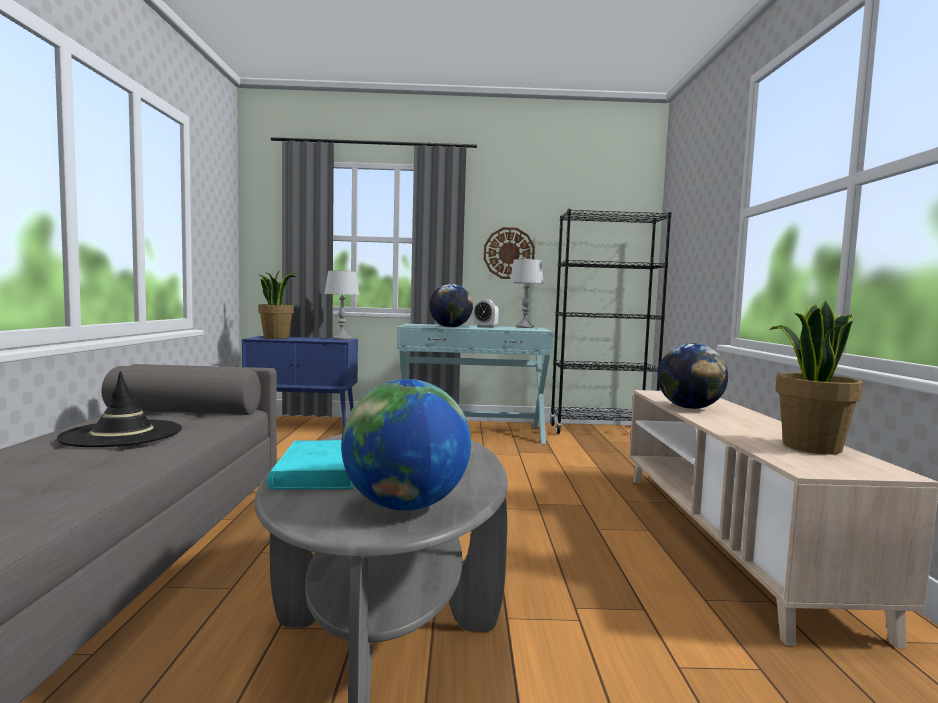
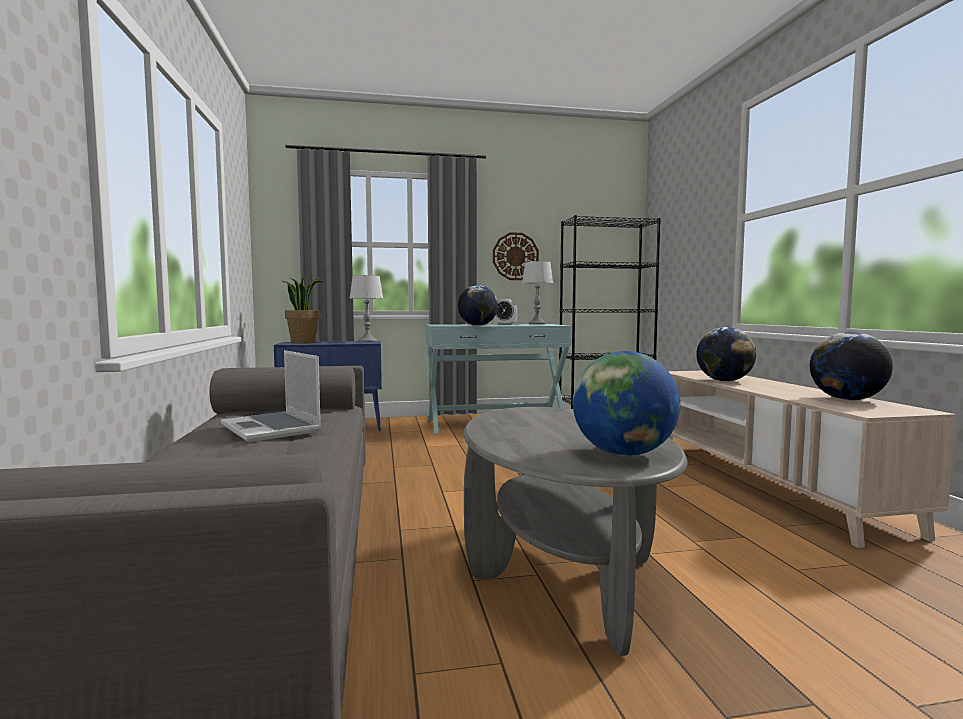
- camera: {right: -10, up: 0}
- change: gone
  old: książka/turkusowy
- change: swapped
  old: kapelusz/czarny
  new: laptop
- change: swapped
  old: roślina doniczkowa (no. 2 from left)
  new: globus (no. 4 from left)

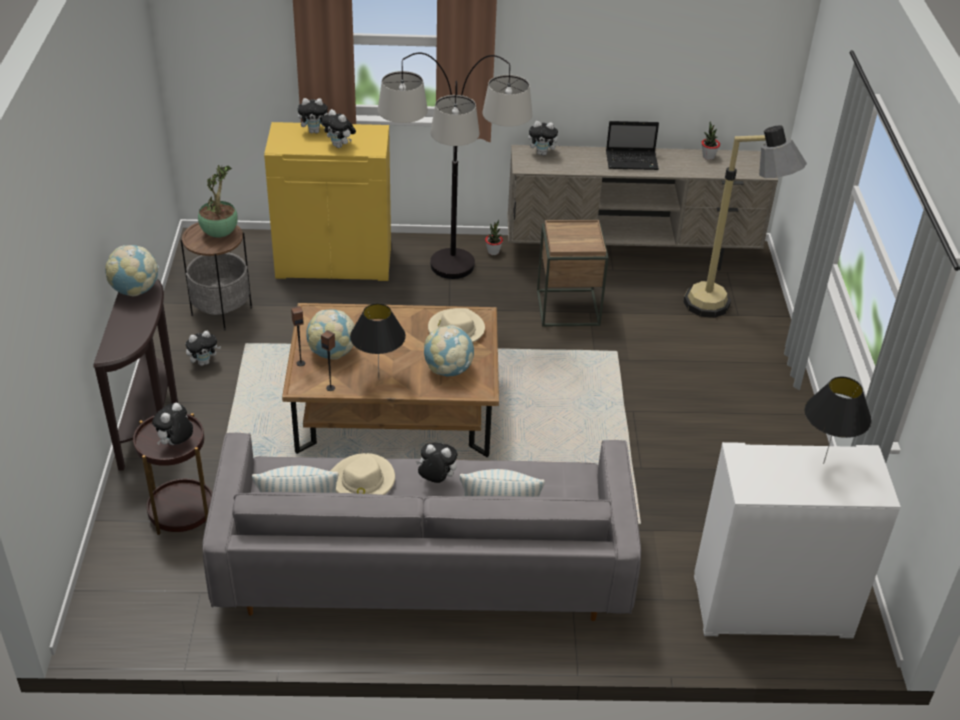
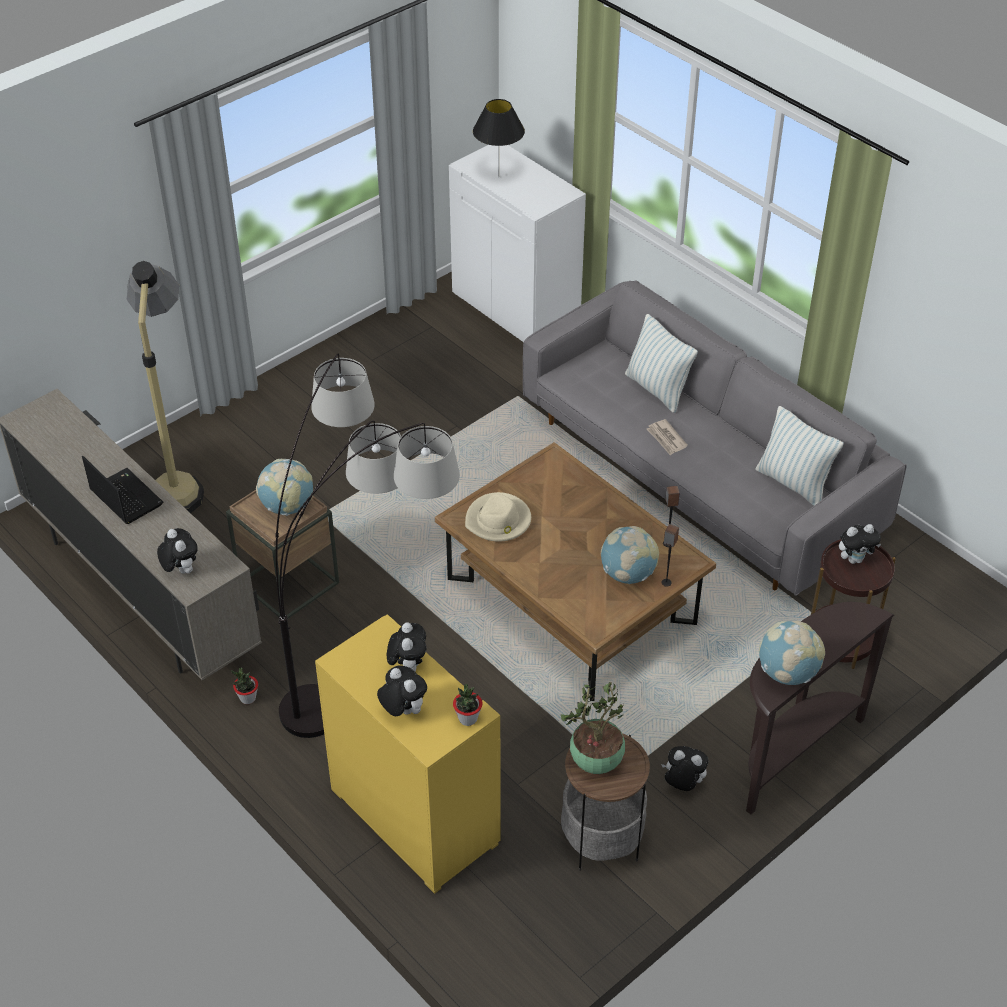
- camera: {right: -130, up: 5}
- change: gone
  old: kapelusz/beżowy (no. 1 from left)
- change: gone
  old: lampa stołowa/czarny (no. 1 from left)
- change: shifted
  old: globus (no. 3 from left in the first image)
  new: globus (no. 1 from left)
- change: shifted
  old: roślina doniczkowa (no. 3 from left in the first image)
  new: roślina doniczkowa (no. 2 from left)
- change: swapped
  old: pluszak (no. 5 from left)
  new: gazeta

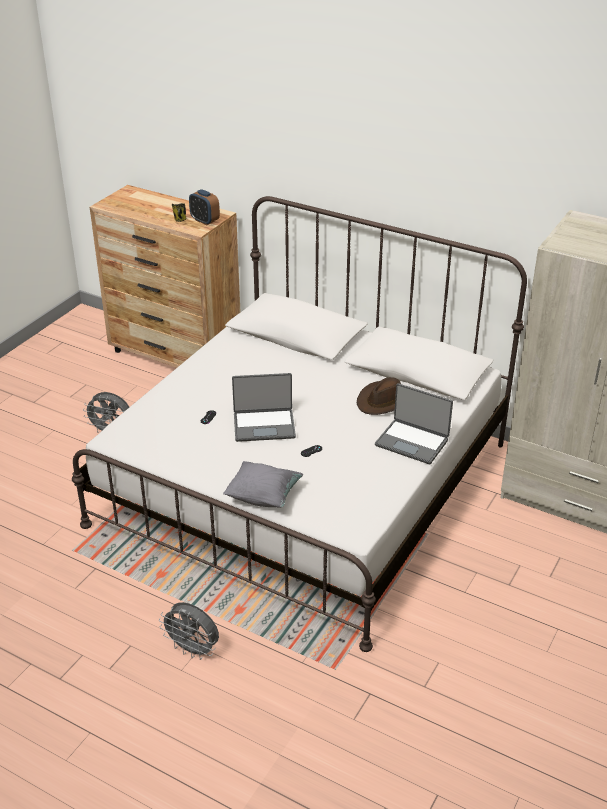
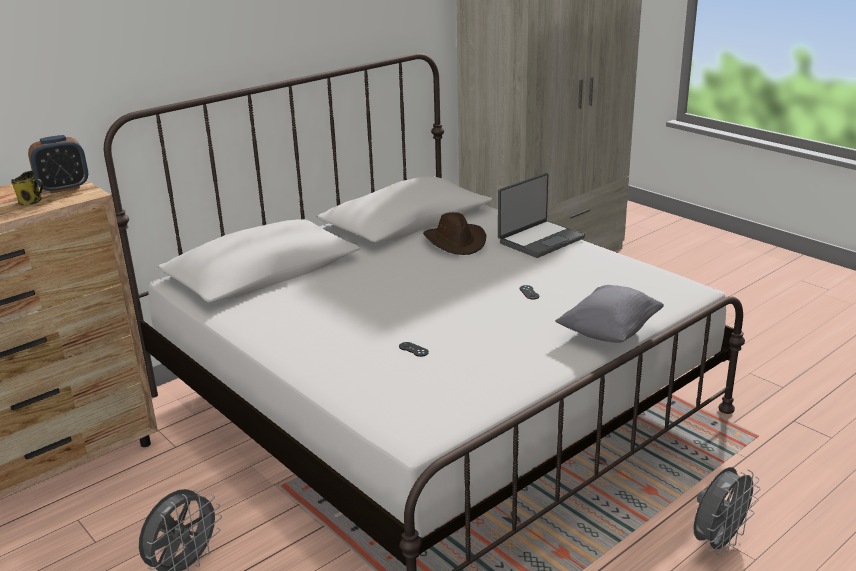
- camera: {right: -70, up: -10}
- change: gone
  old: laptop (no. 1 from left)

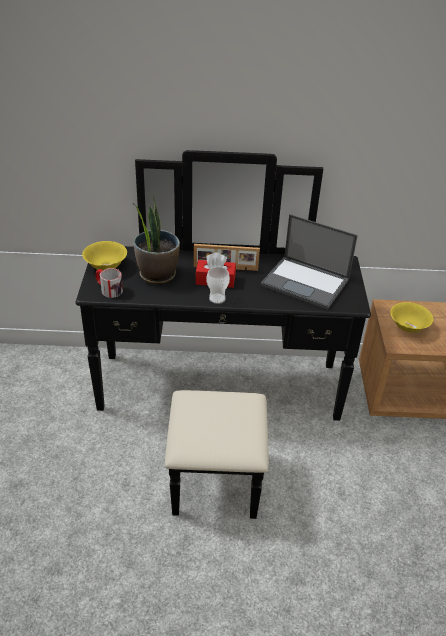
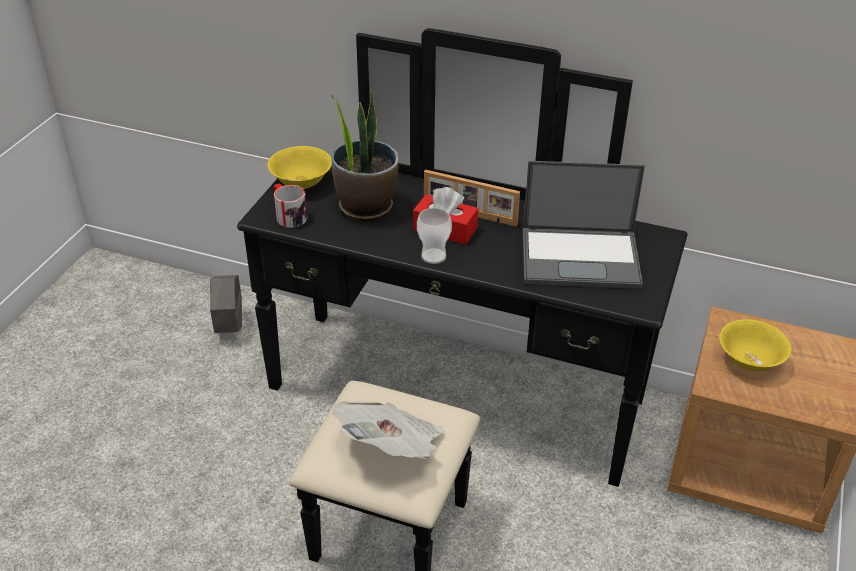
- camera: {right: 20, up: 0}
- change: new
  new: donica/szary
- change: new
  new: gazeta
- change: rotated
  old: laptop
  degrees: -45

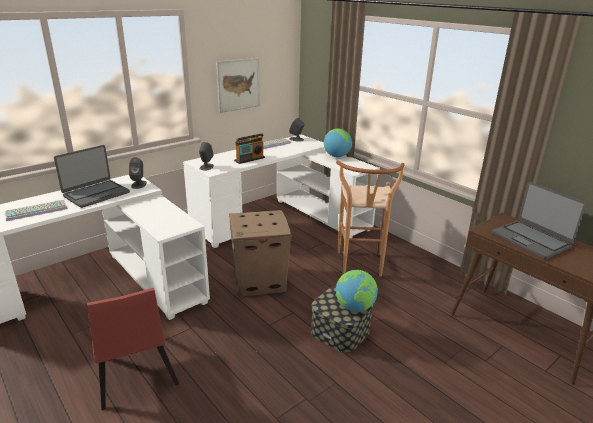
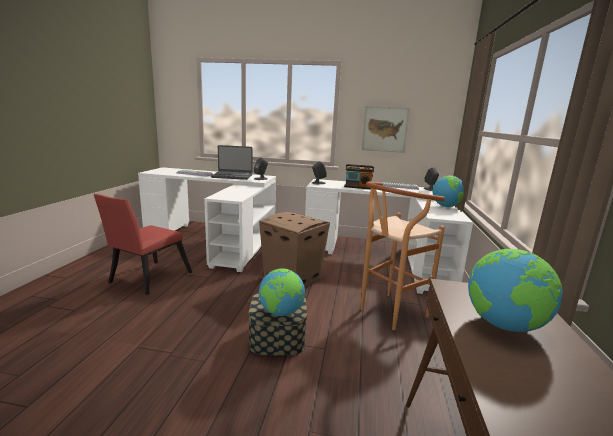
- camera: {right: 50, up: -10}
- change: swapped
  old: laptop (no. 2 from left)
  new: globus (no. 3 from left)

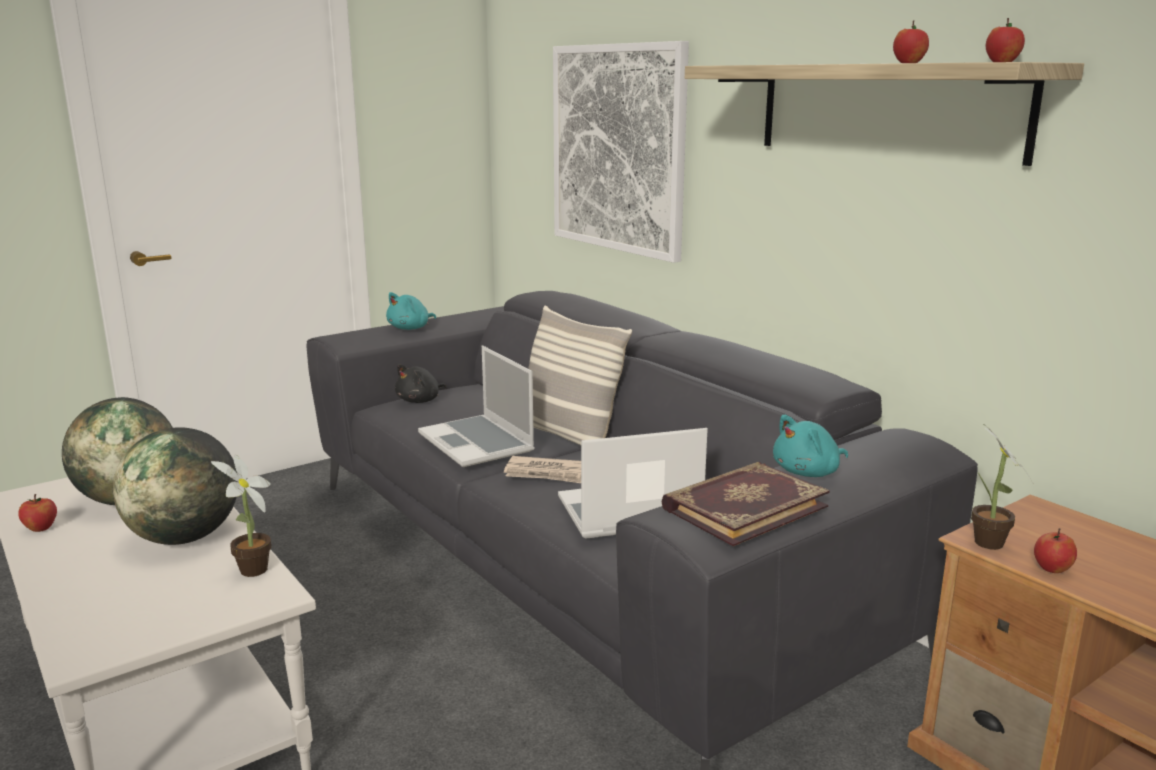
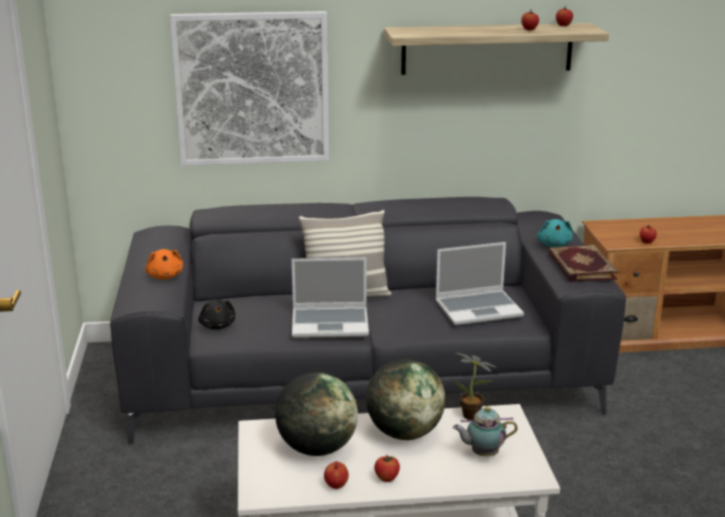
- camera: {right: -60, up: 5}
- change: gone
  old: gazeta
- change: gone
  old: roślina doniczkowa (no. 2 from left)
- change: new
  new: jabłko (no. 2 from left)
- change: new
  new: imbryk
- change: repainted
  old: pluszak/turkusowy (no. 1 from left)
  new: pluszak/pomarańczowy
- change: rotated
  old: laptop (no. 2 from left)
  degrees: -120

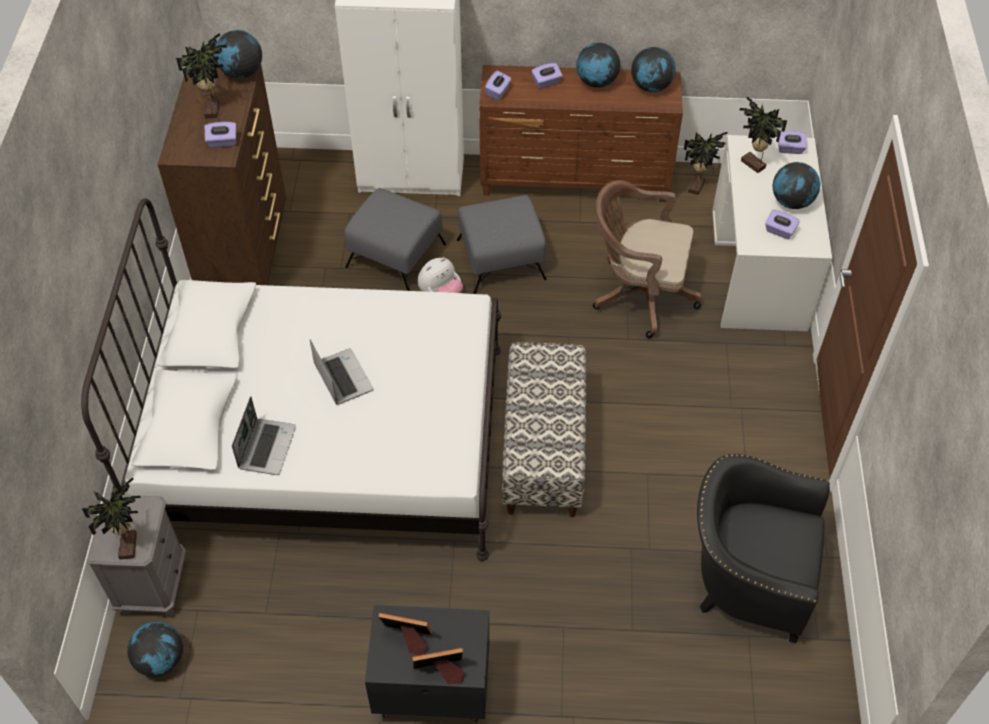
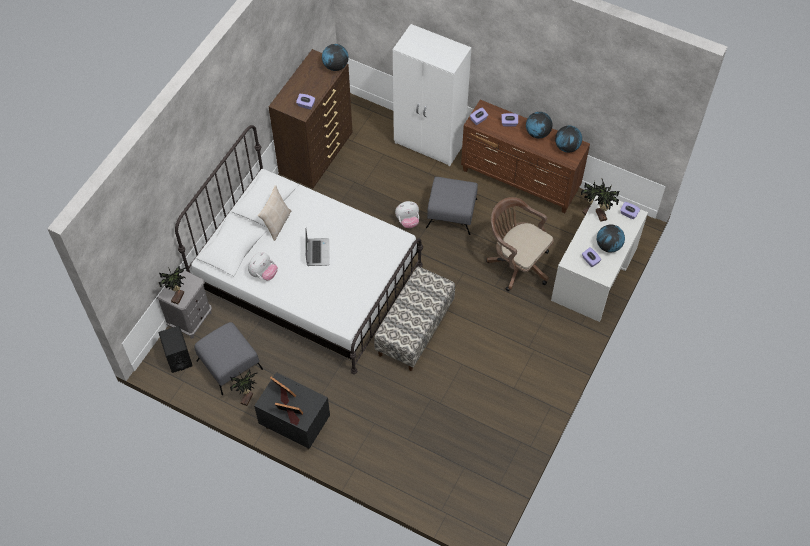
- camera: {right: 25, up: 5}
- change: gone
  old: fotel/czarny
- change: new
  new: poduszka/beżowy
- change: shifted
  old: roślina doniczkowa (no. 2 from left)
- change: shifted
  old: pufa/szary (no. 1 from left)
- change: swapped
  old: globus (no. 1 from left)
  new: głośnik/czarny
- change: swapped
  old: laptop (no. 1 from left)
  new: pluszak (no. 1 from left)

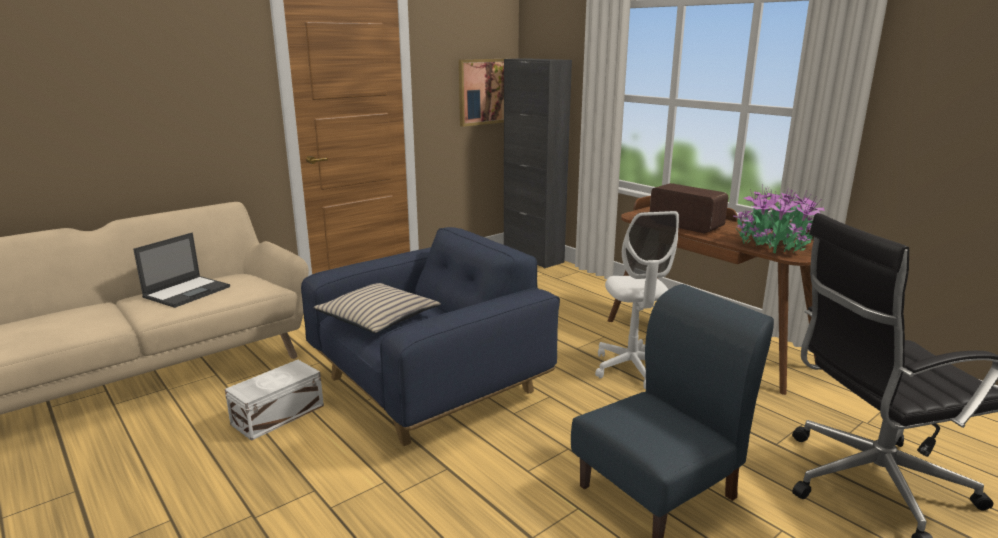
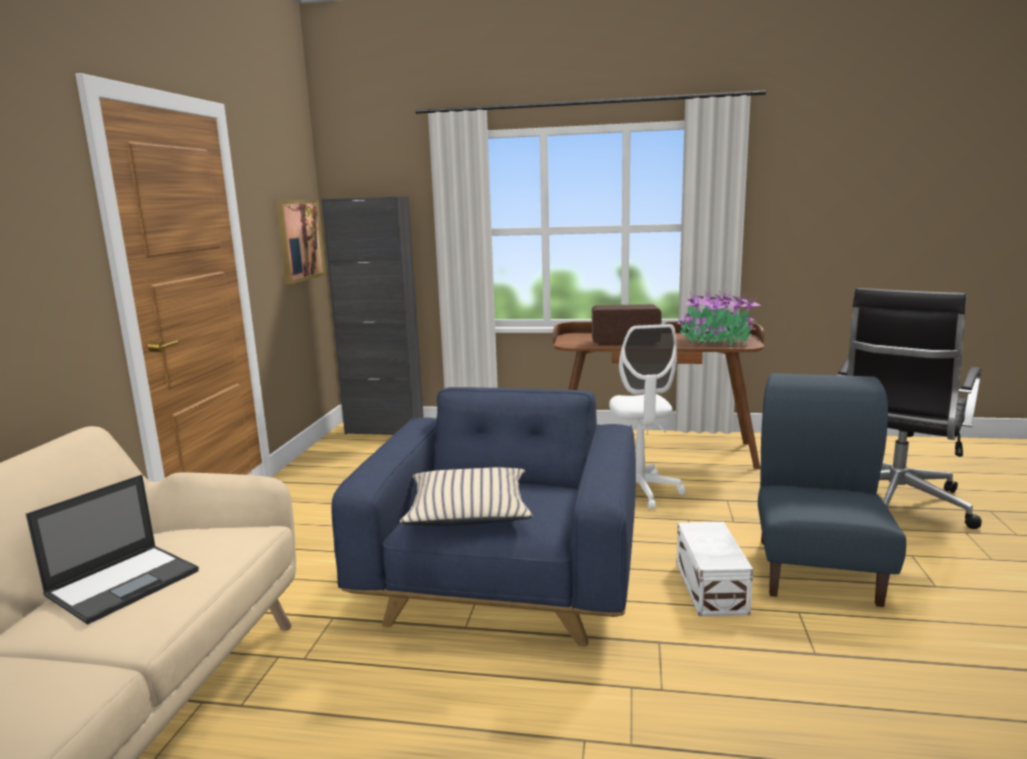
- camera: {right: -40, up: -5}
- change: shifted
  old: pojemnik do przechowywania/biały
- change: rotated
  old: laptop
  degrees: 45
- change: rotated
  old: krzesło biurowe/biały
  degrees: 45

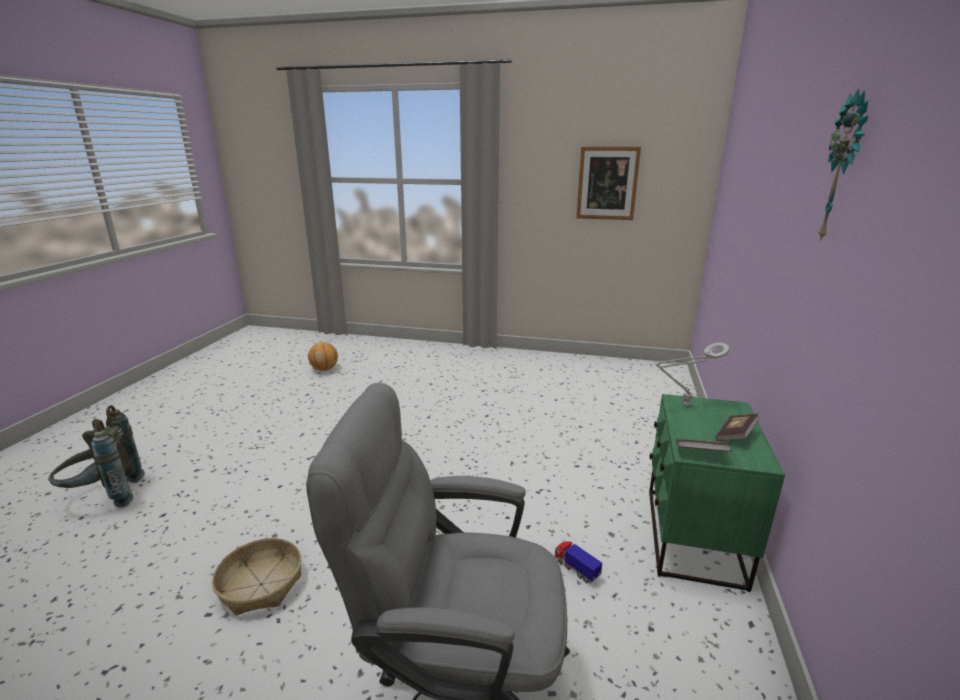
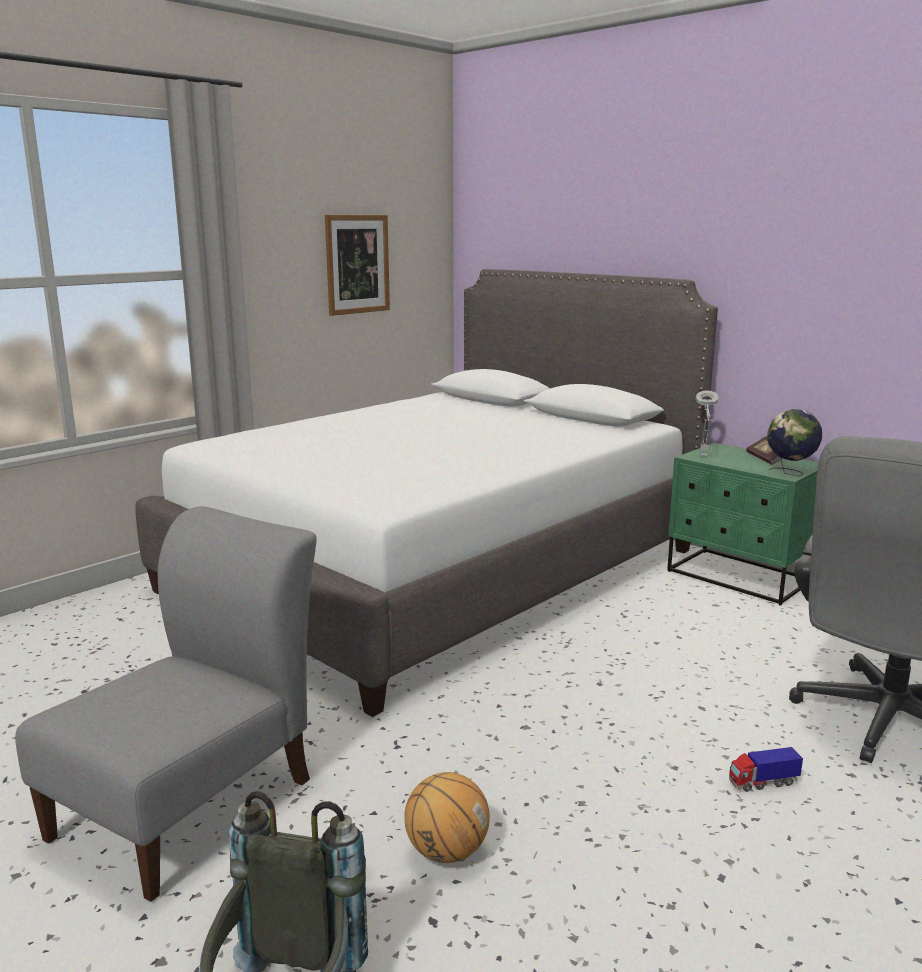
- camera: {right: -60, up: -5}
- change: gone
  old: koszyk
- change: gone
  old: zegar ścienny
- change: new
  new: krzesło/szary
- change: new
  new: łóżko/biały
- change: shifted
  old: piłka do koszykówki
- change: shifted
  old: ciężarówka zabawkowa
- change: swapped
  old: książka (no. 1 from left)
  new: globus

